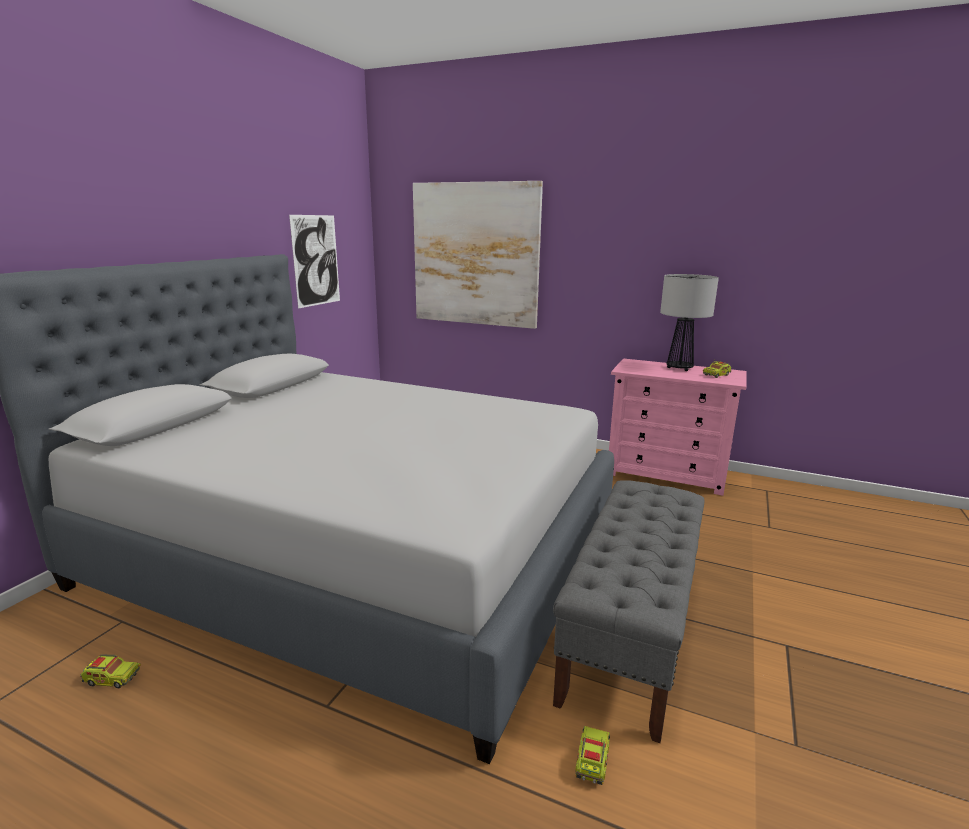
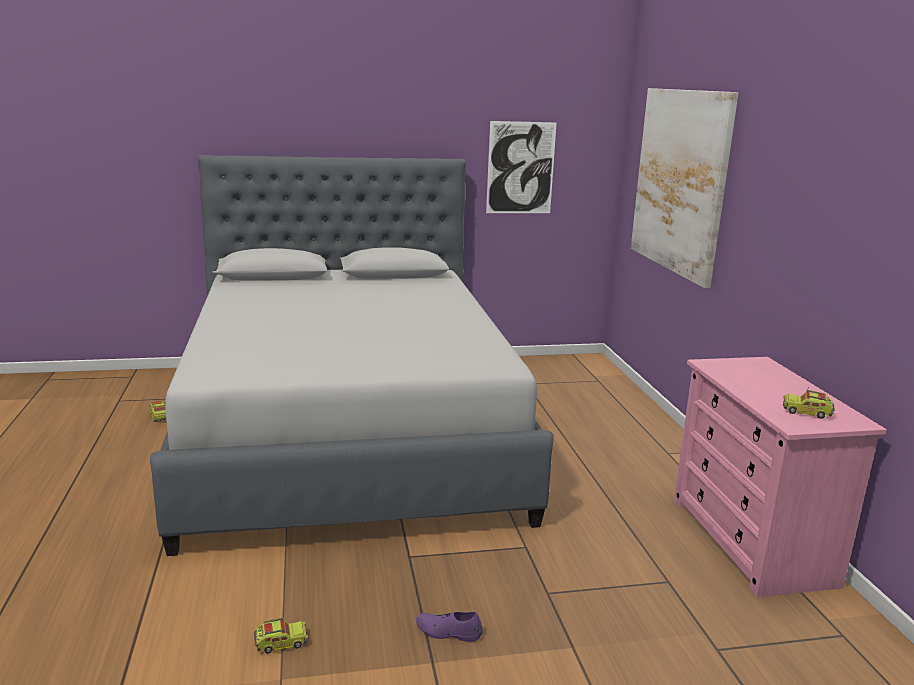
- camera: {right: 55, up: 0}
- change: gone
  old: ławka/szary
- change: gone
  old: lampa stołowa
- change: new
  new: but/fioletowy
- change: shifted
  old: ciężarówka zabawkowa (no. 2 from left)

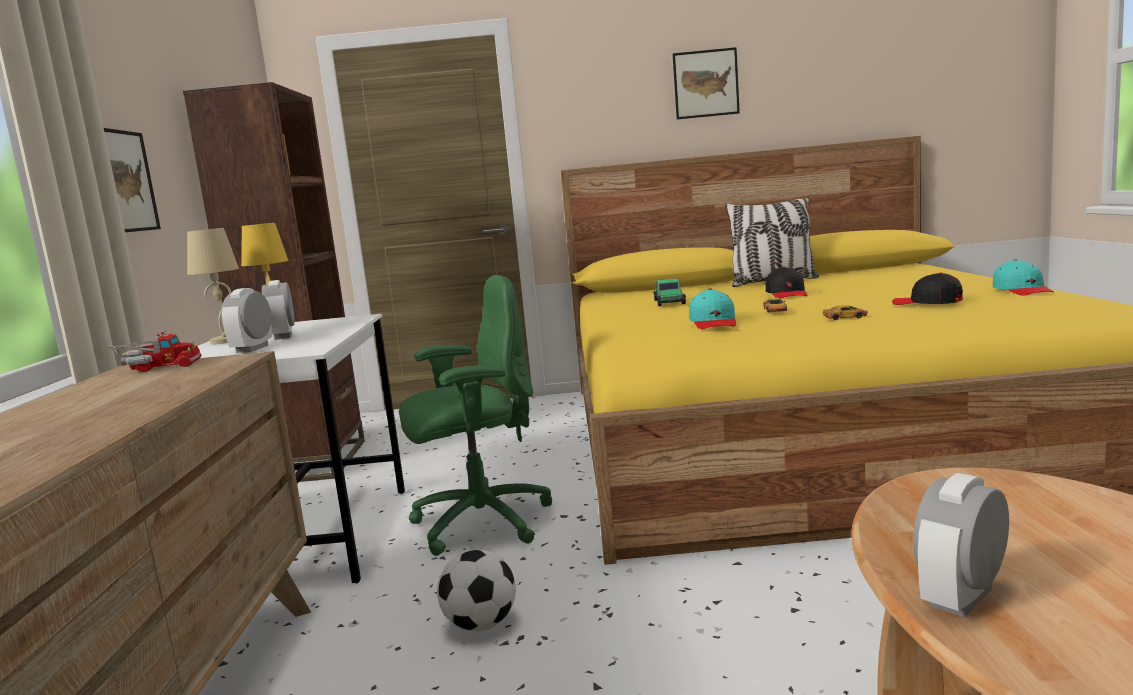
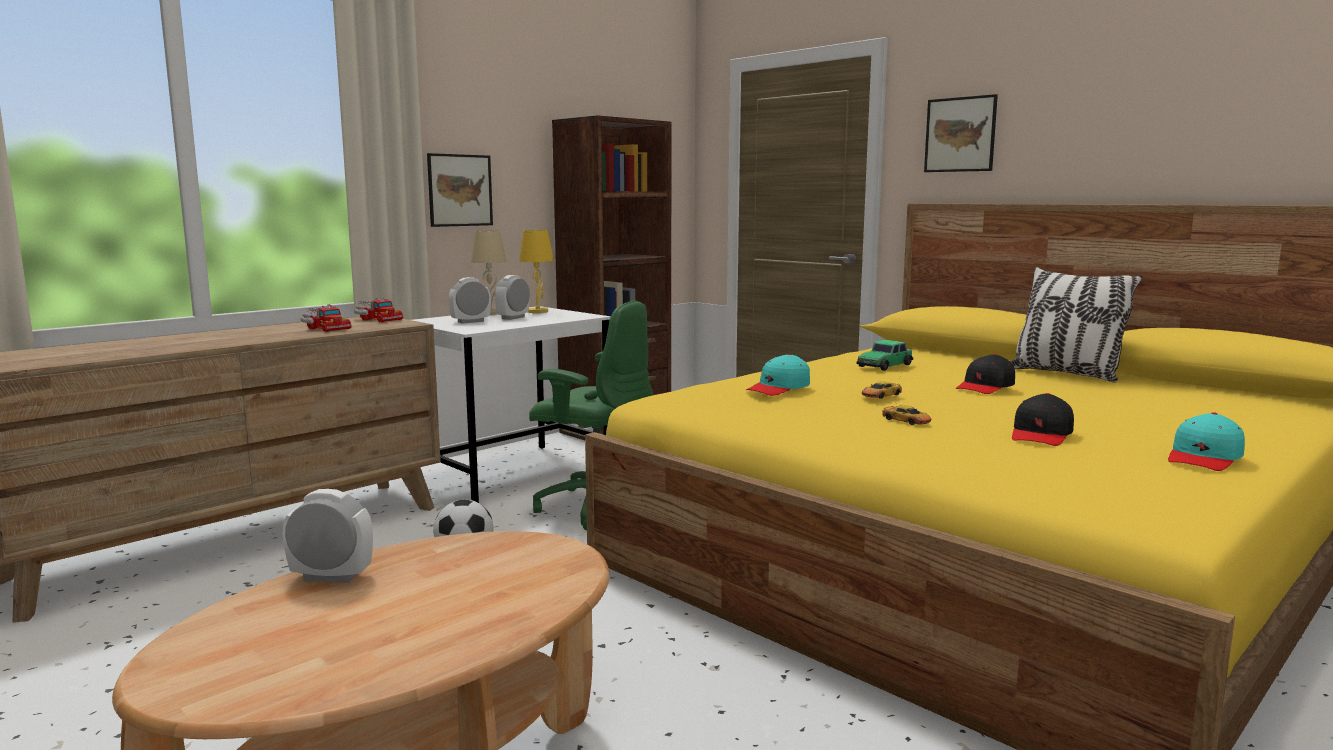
- camera: {right: 45, up: 0}
- change: new
  new: ciężarówka zabawkowa (no. 1 from left)
- change: shifted
  old: obraz (no. 2 from left)
- change: rotated
  old: czapka z daszkiem/czarny (no. 2 from left)
  degrees: -150

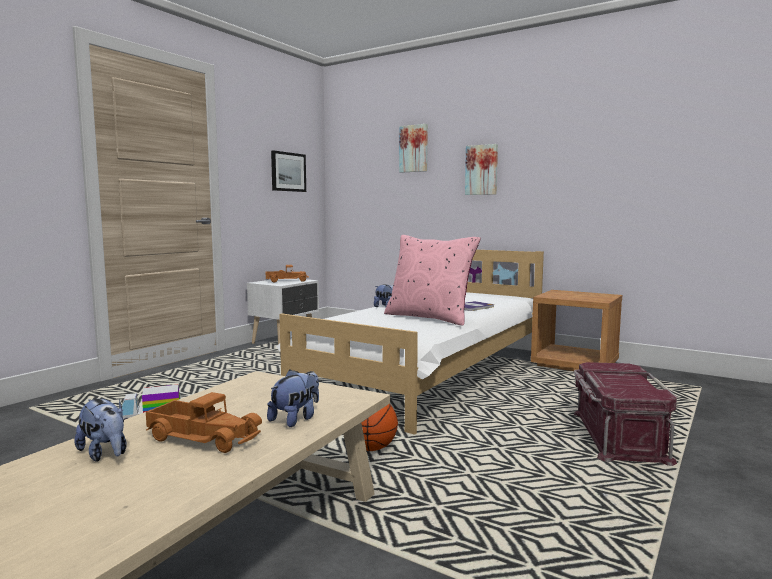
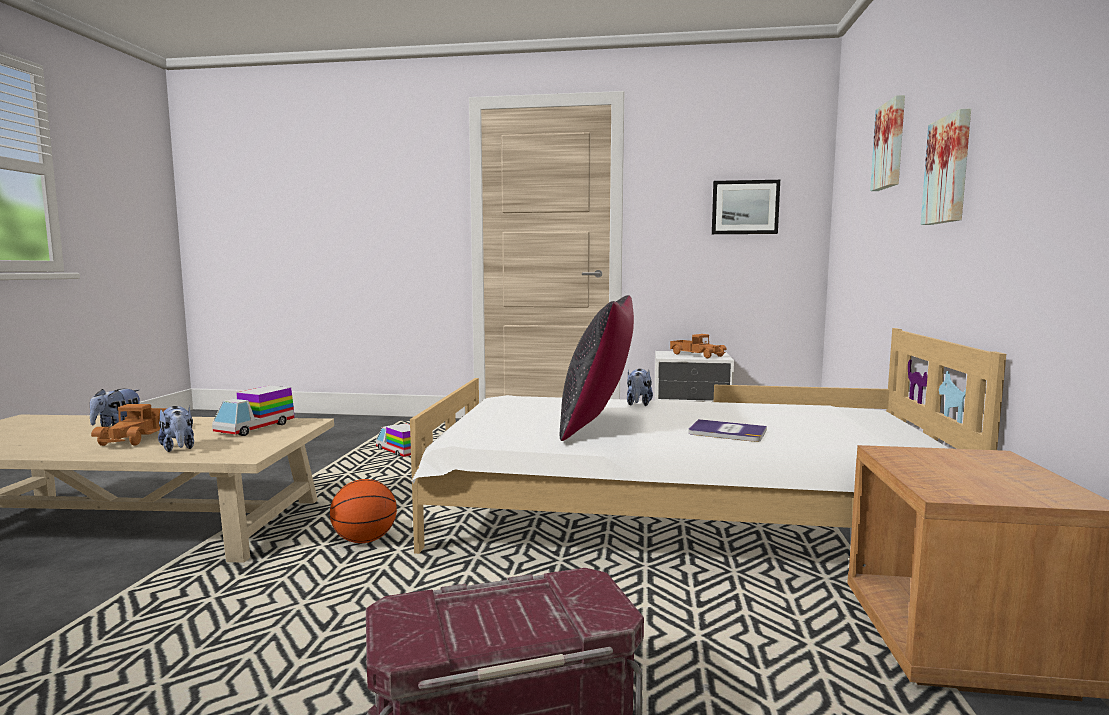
- camera: {right: 65, up: 0}
- change: new
  new: ciężarówka zabawkowa (no. 2 from left)
- change: repainted
  old: poduszka/różowy
  new: poduszka/czarny
- change: rotated
  old: pluszak (no. 2 from left)
  degrees: 45

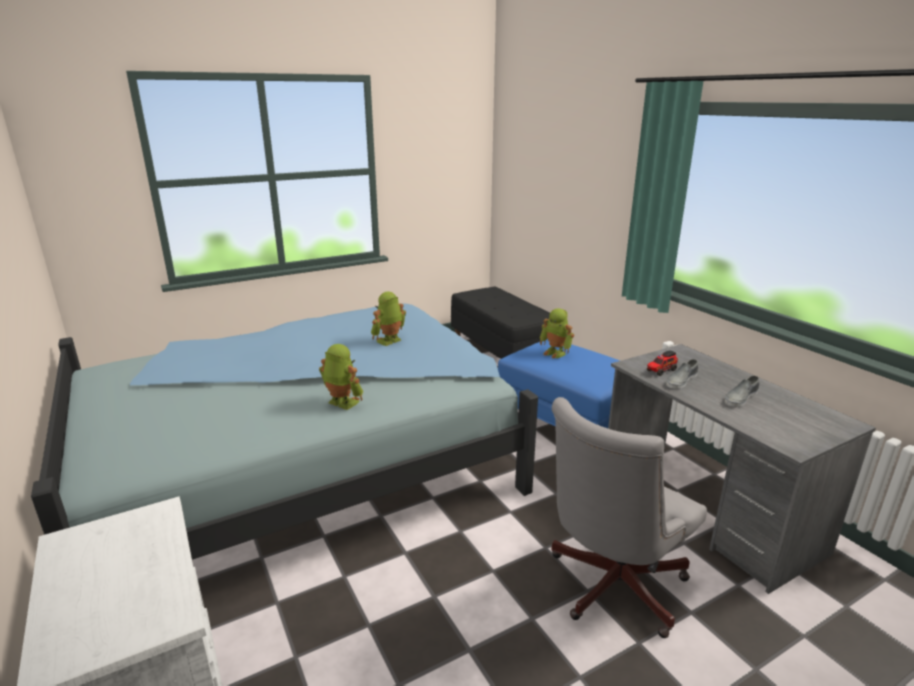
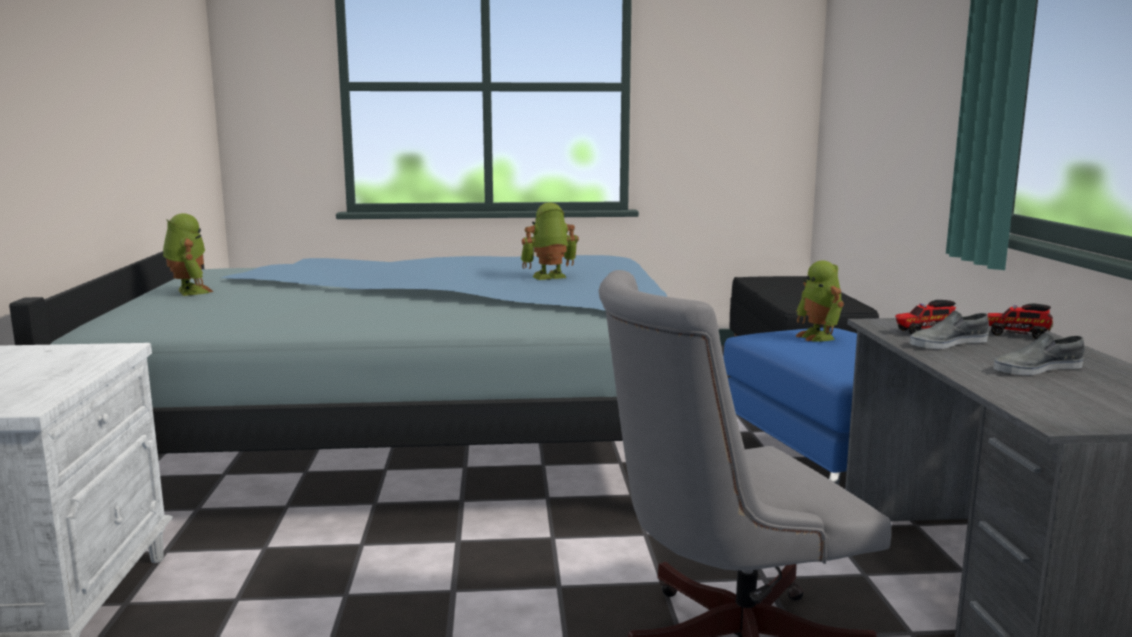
- camera: {right: 25, up: -10}
- change: new
  new: ciężarówka zabawkowa (no. 2 from left)
- change: shifted
  old: robot zabawkowy (no. 1 from left)

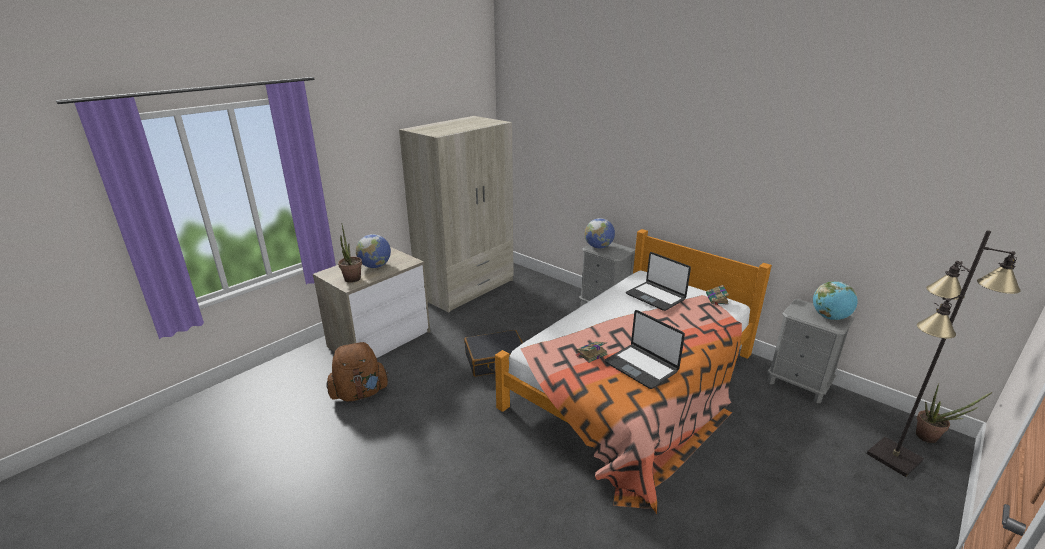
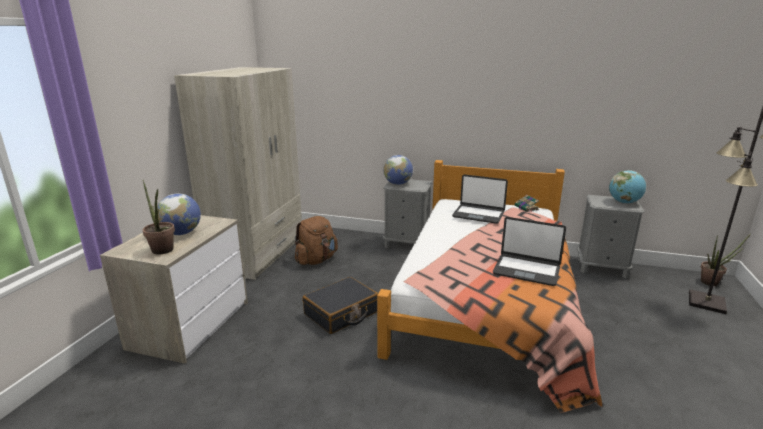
- camera: {right: -25, up: -5}
- change: gone
  old: książka (no. 1 from left)
- change: shifted
  old: plecak/brązowy

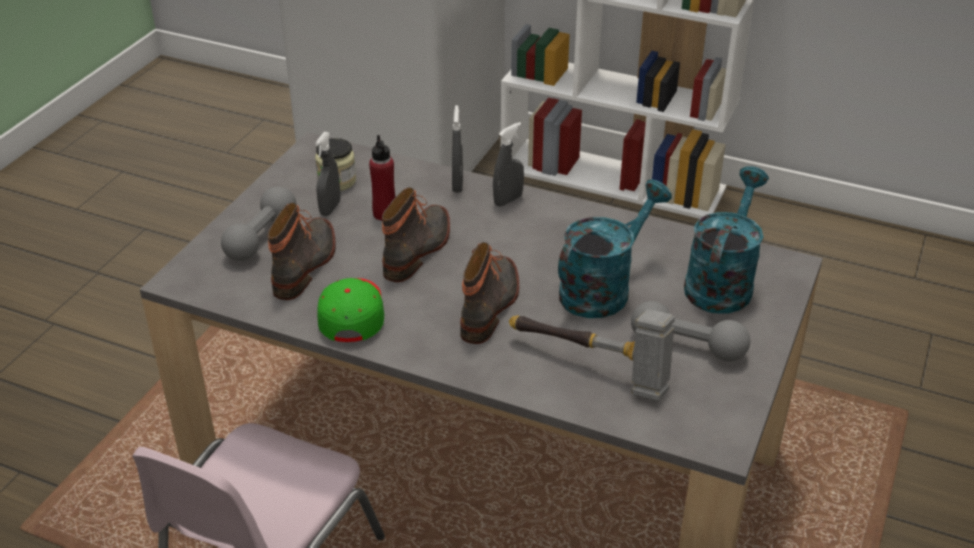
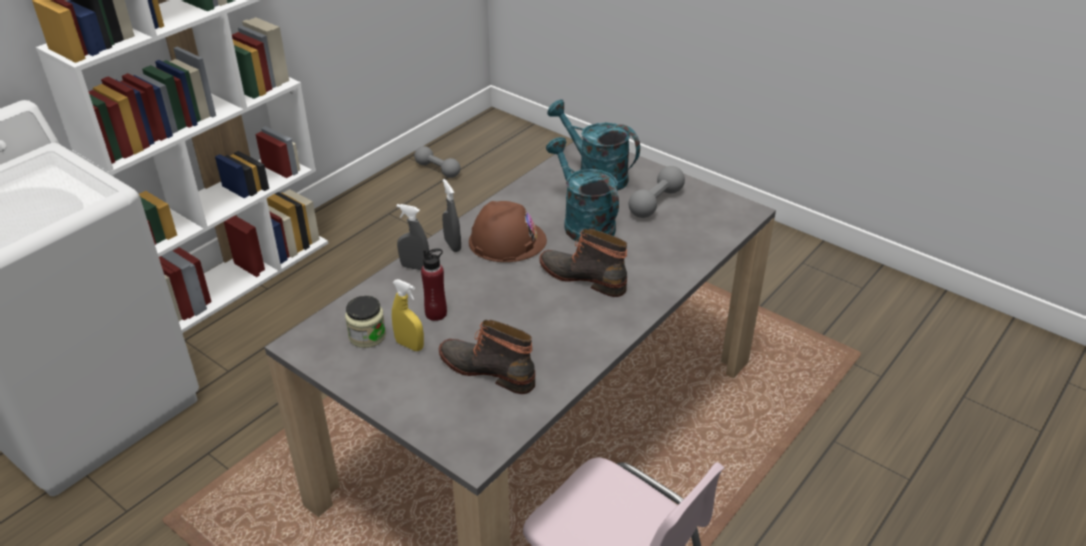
- camera: {right: -75, up: 0}
- change: gone
  old: czapka z daszkiem/zielony
- change: gone
  old: but z cholewką (no. 2 from left)
- change: gone
  old: młotek
- change: new
  new: kask/brązowy
- change: shifted
  old: hantel/szary (no. 1 from left)
- change: repainted
  old: spryskiwacz/szary (no. 1 from left)
  new: spryskiwacz/żółty

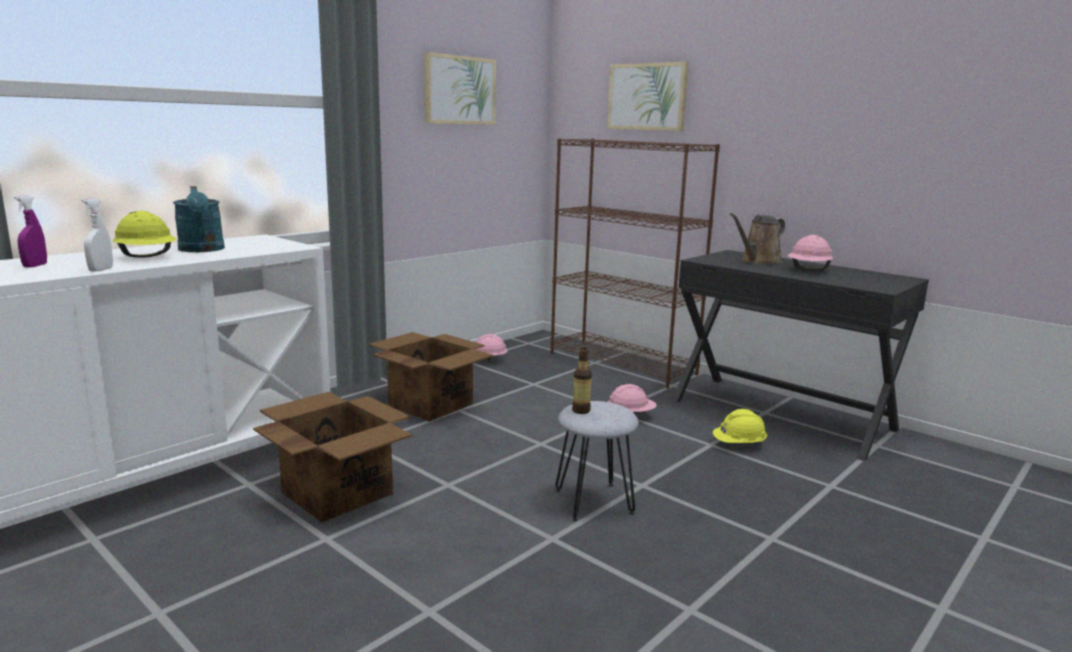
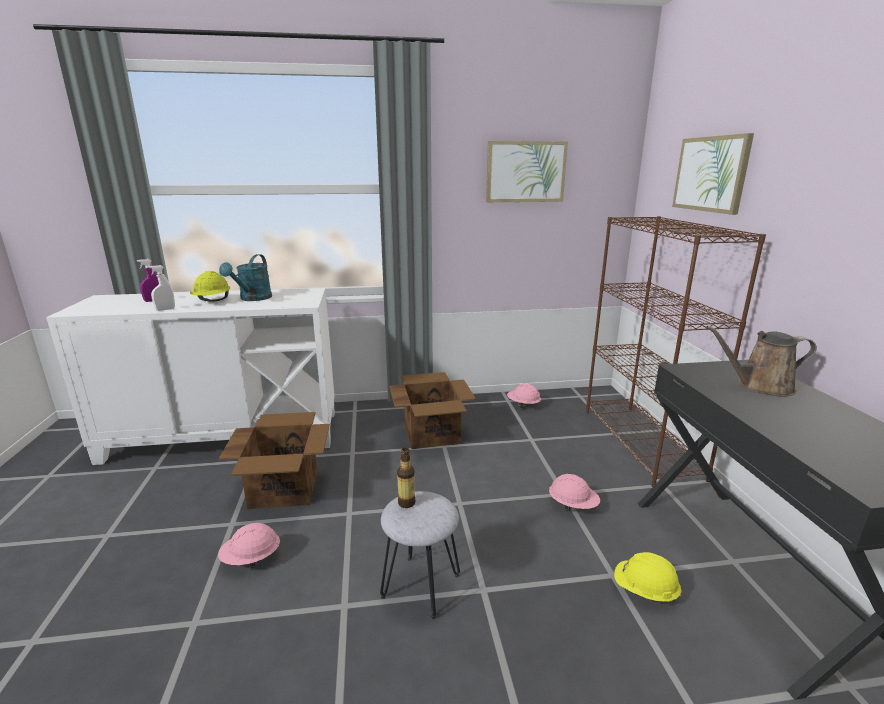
- camera: {right: 40, up: 5}
- change: shifted
  old: kask/różowy (no. 3 from left in the first image)
  new: kask/różowy (no. 1 from left)

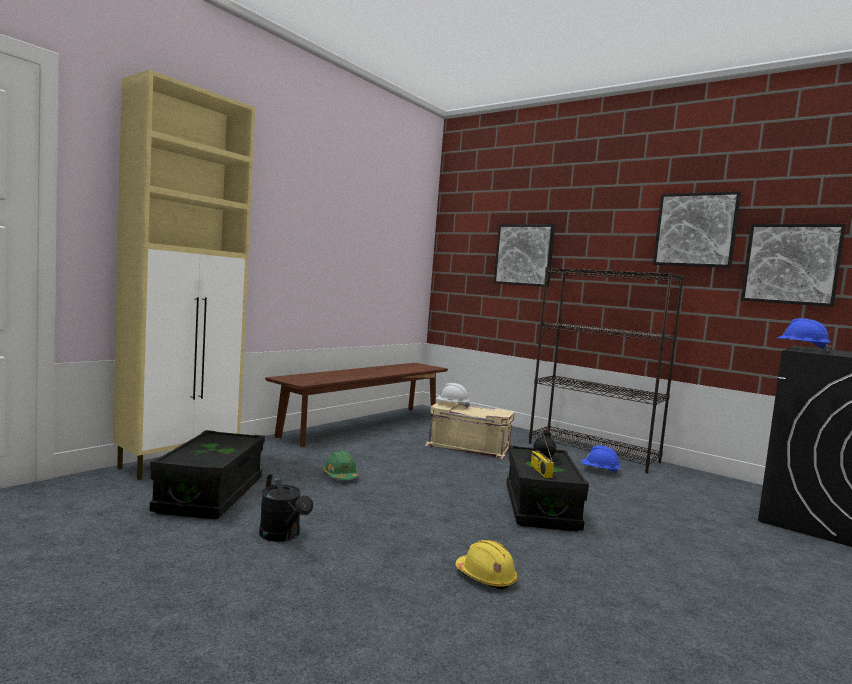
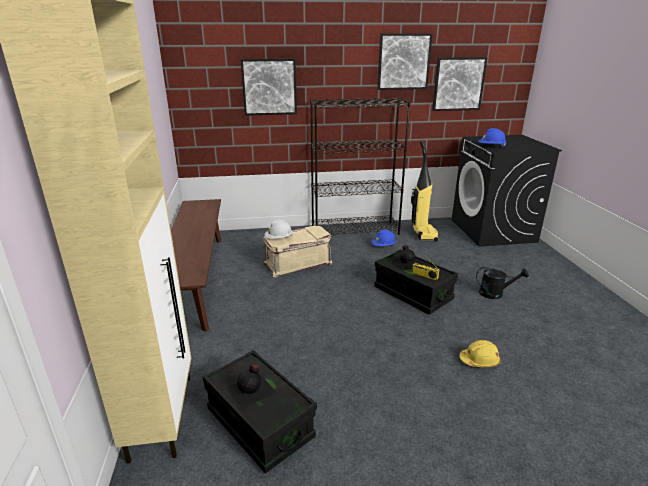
- camera: {right: -45, up: 20}
- change: gone
  old: kask/zielony
- change: new
  new: butelka/czarny (no. 1 from left)
- change: new
  new: odkurzacz
- change: shifted
  old: konewka/czarny

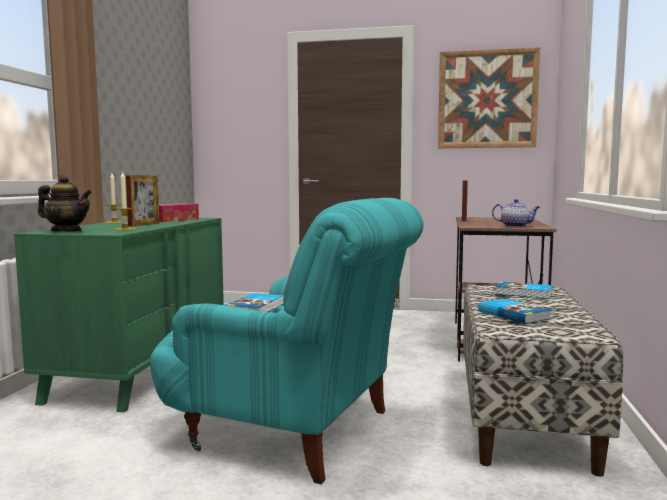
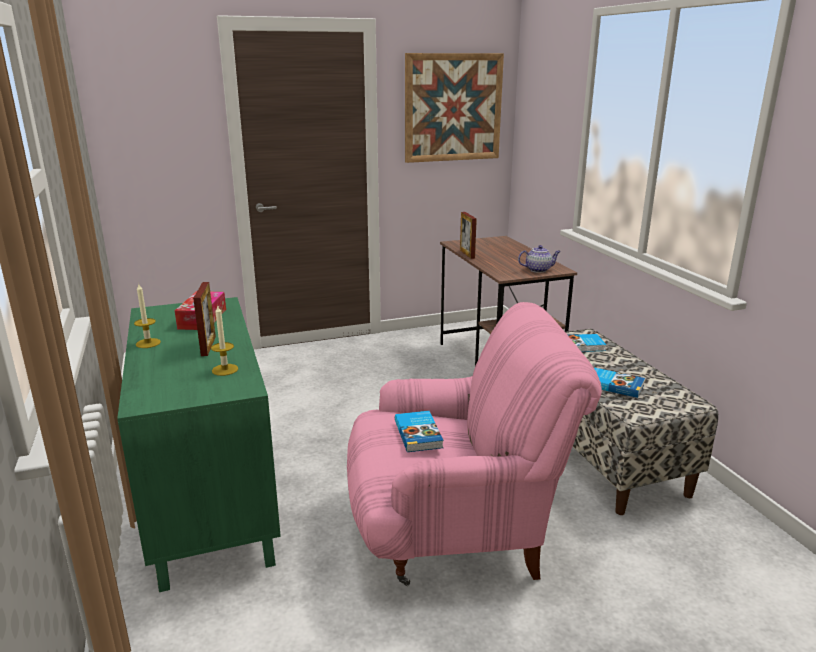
- camera: {right: -30, up: 15}
- change: gone
  old: imbryk (no. 1 from left)
- change: repainted
  old: fotel/turkusowy
  new: fotel/różowy

